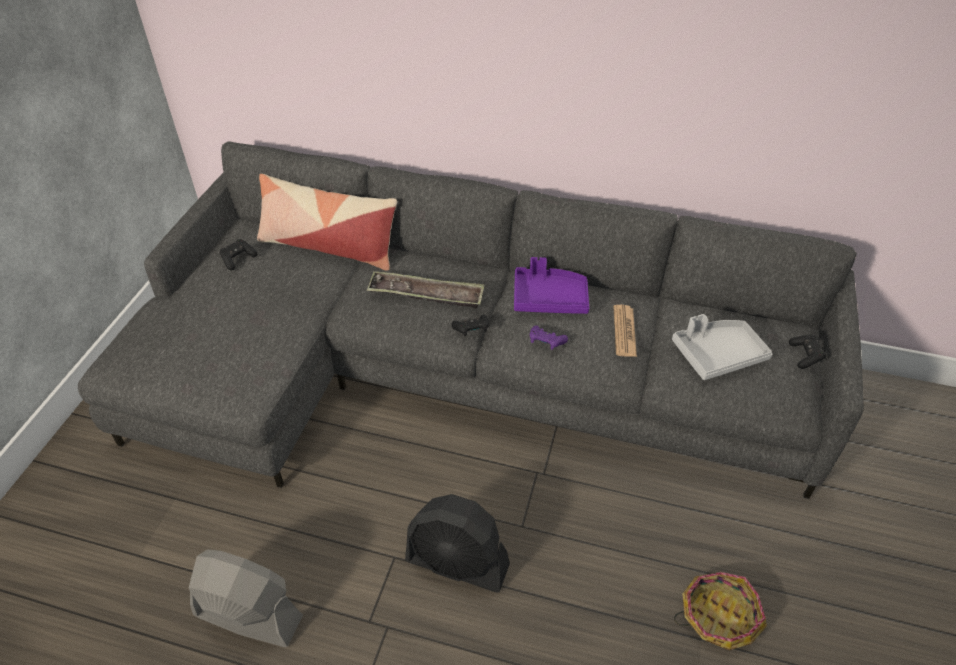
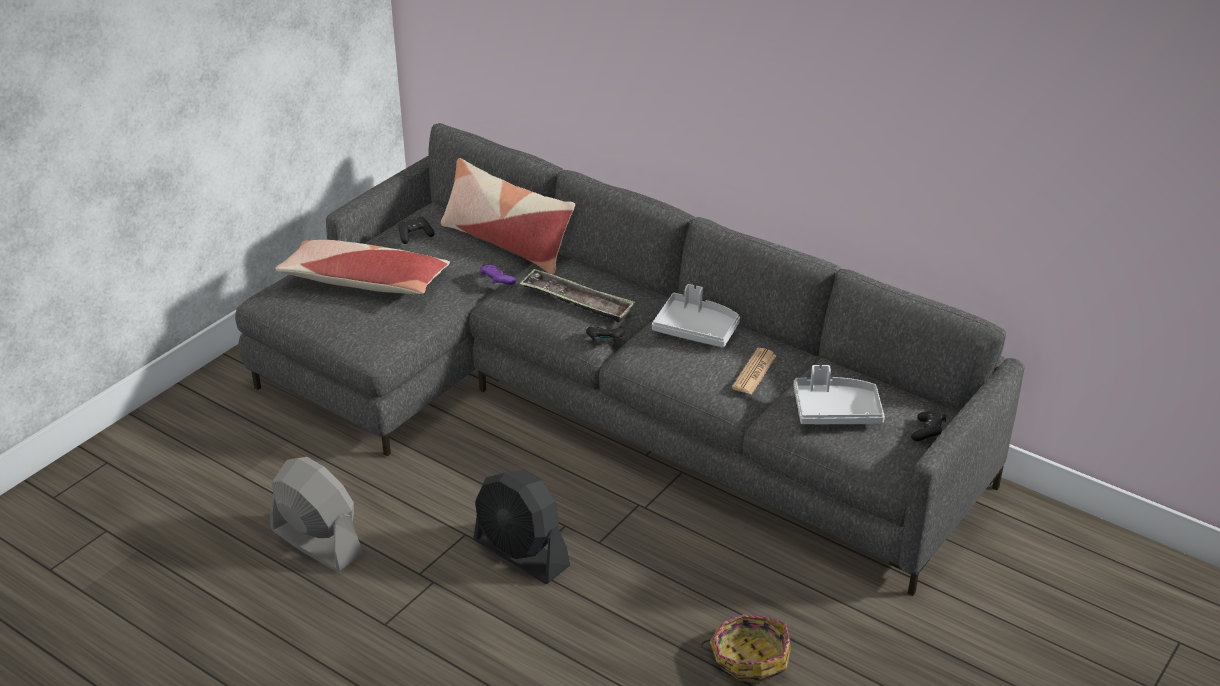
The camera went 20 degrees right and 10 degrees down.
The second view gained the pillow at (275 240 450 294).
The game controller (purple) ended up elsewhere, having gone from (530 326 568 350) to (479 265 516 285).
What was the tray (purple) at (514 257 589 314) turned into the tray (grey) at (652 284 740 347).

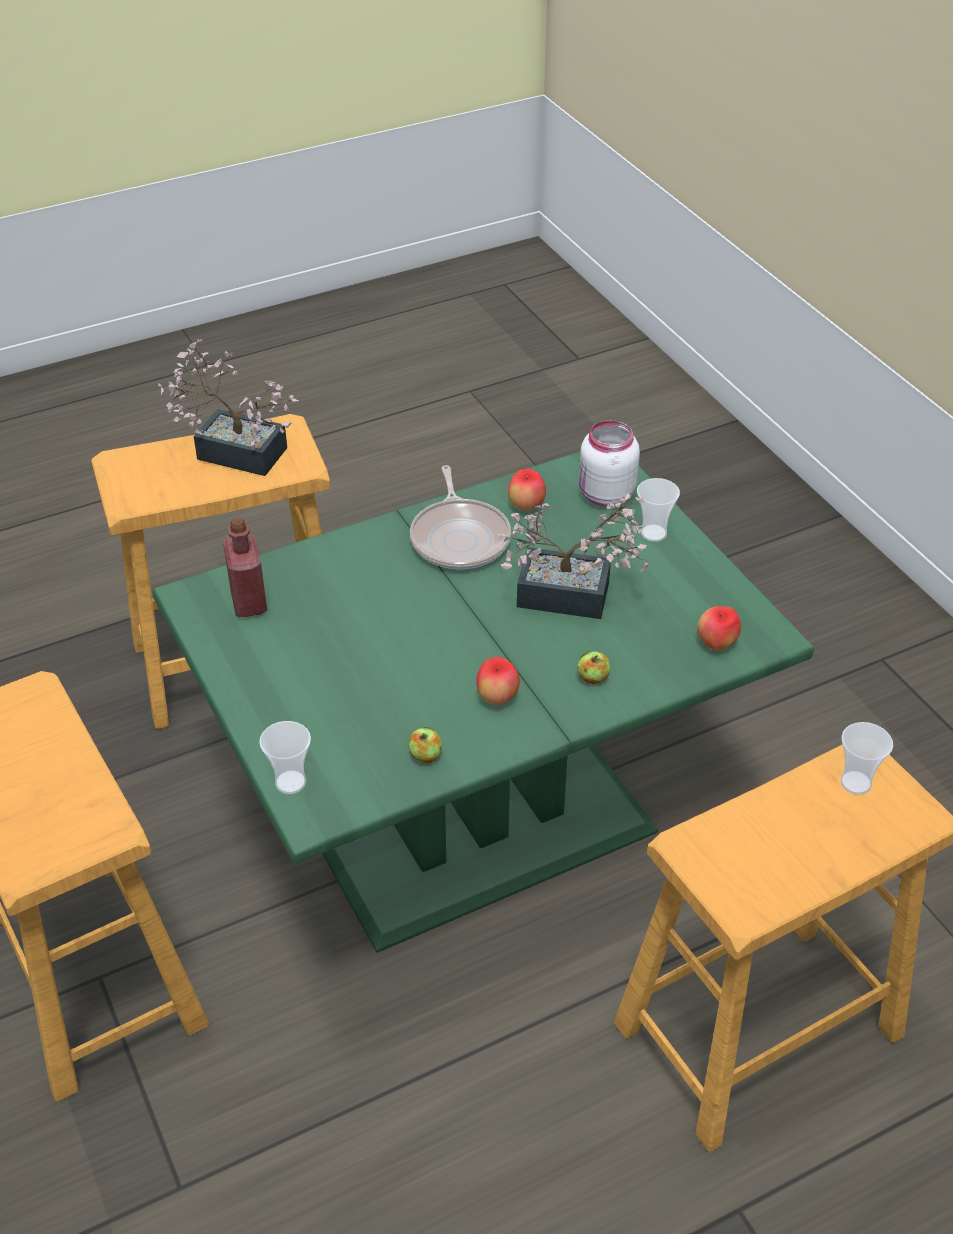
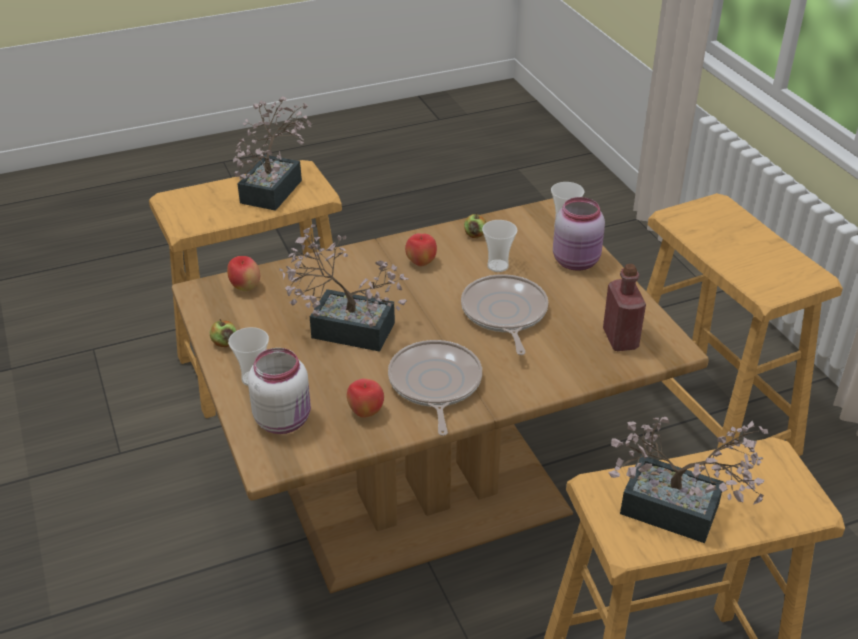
The camera went 175 degrees left and 5 degrees down.
What was the dining table (green) at (153 451 814 953) turned into the dining table (brown) at (172 198 709 594).
The apple ended up elsewhere, having gone from (577 651 610 684) to (210 319 236 347).
The second view gained the potted plant at (233 96 312 211).
The second view gained the frying pan at (461 274 548 355).
The cup ended up elsewhere, having gone from (840 722 893 795) to (482 220 517 272).
The second view gained the jar (pink) at (553 197 605 271).

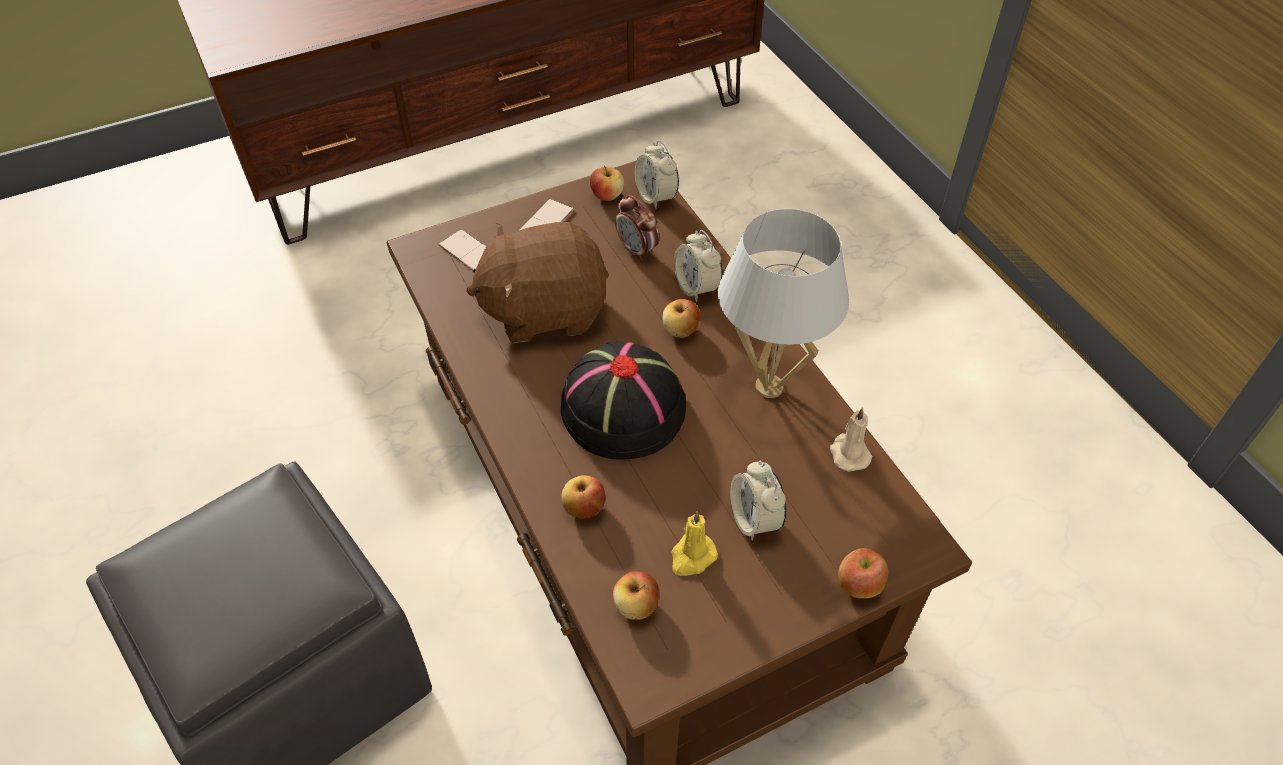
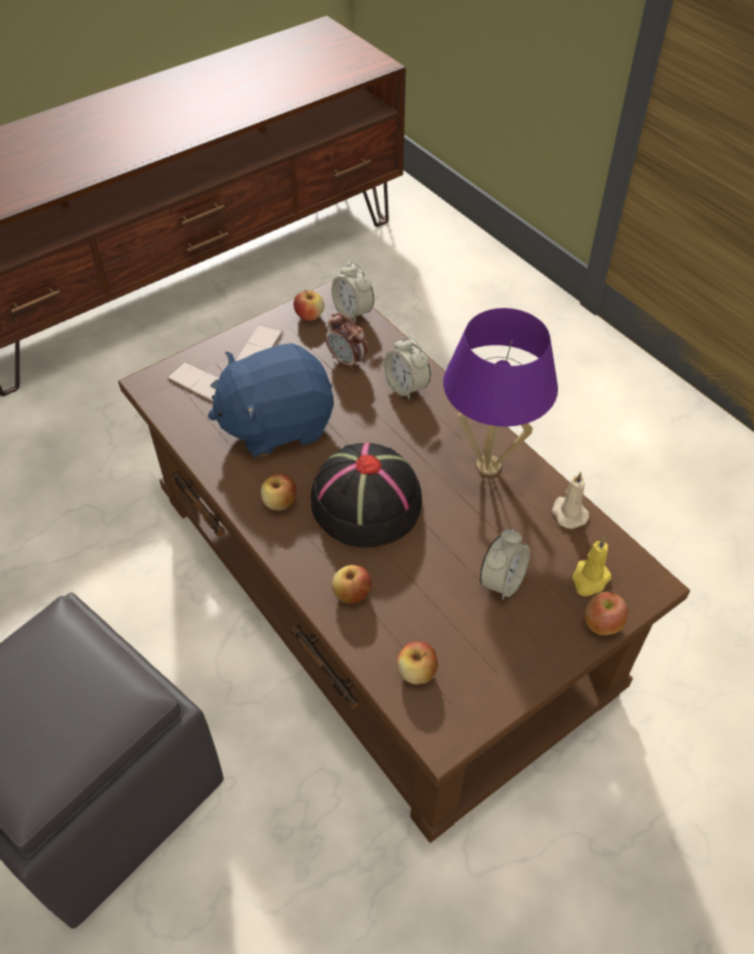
The camera went 10 degrees left and 0 degrees up.
What was the plush toy (brown) at (466 222 609 343) turned into the plush toy (blue) at (208 343 334 457).
The apple ended up elsewhere, having gone from (662 299 700 338) to (261 474 296 511).
What was the table lamp (white) at (718 209 849 398) turned into the table lamp (purple) at (443 308 558 475).
The alarm clock at (730 461 786 541) ended up facing another way, 120 degrees counterclockwise from before.
The candle (yellow) ended up elsewhere, having gone from (671 511 718 576) to (572 537 611 596).

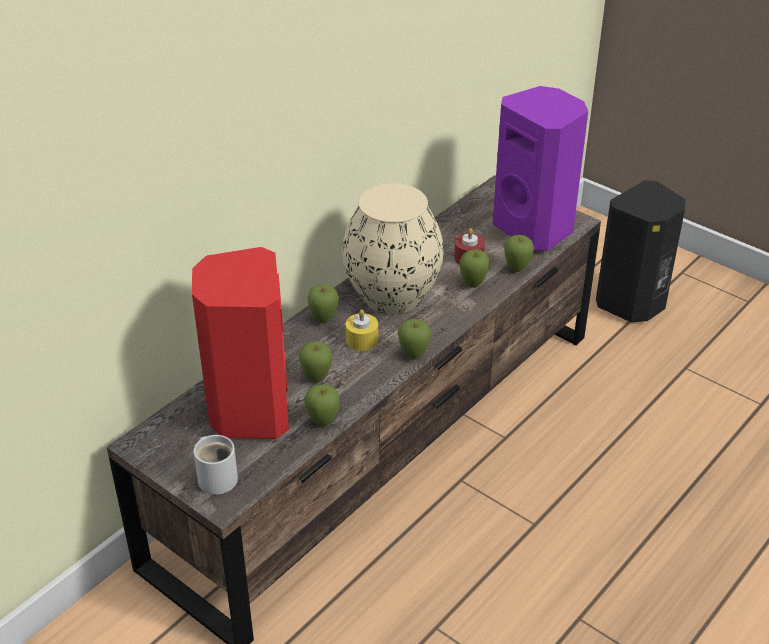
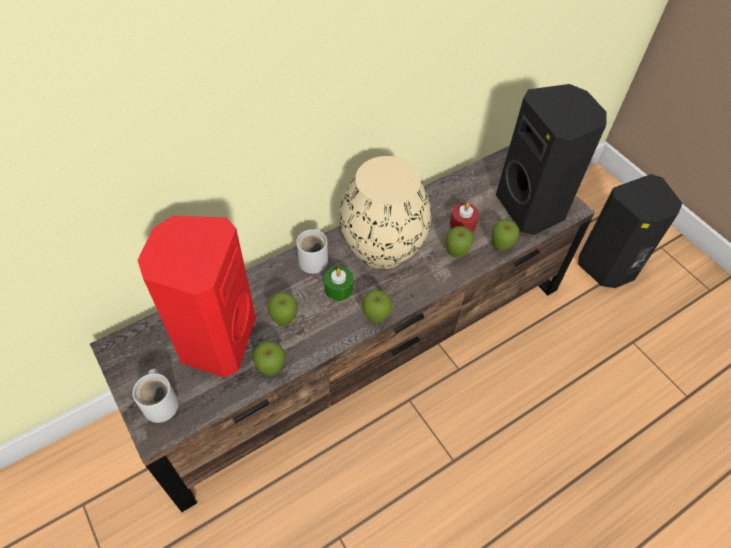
The camera went 15 degrees right and 15 degrees up.
Where the apple stood at (307 284 339 323), the mug (white) came to stand at (296 228 328 274).
What was the candle (yellow) at (346 309 378 351) turned into the candle (green) at (324 266 353 301).
What was the speaker (purple) at (492 86 588 251) turned into the speaker (black) at (496 84 606 235).

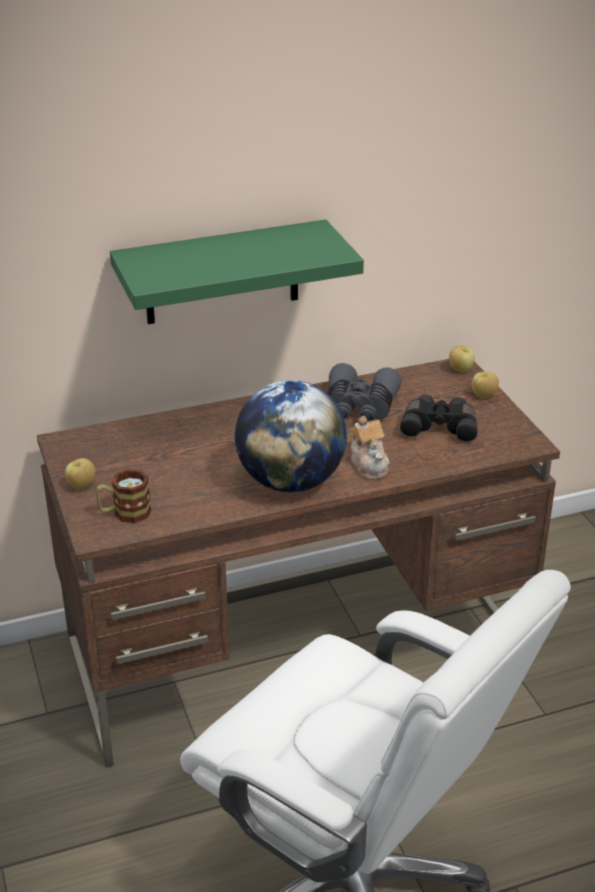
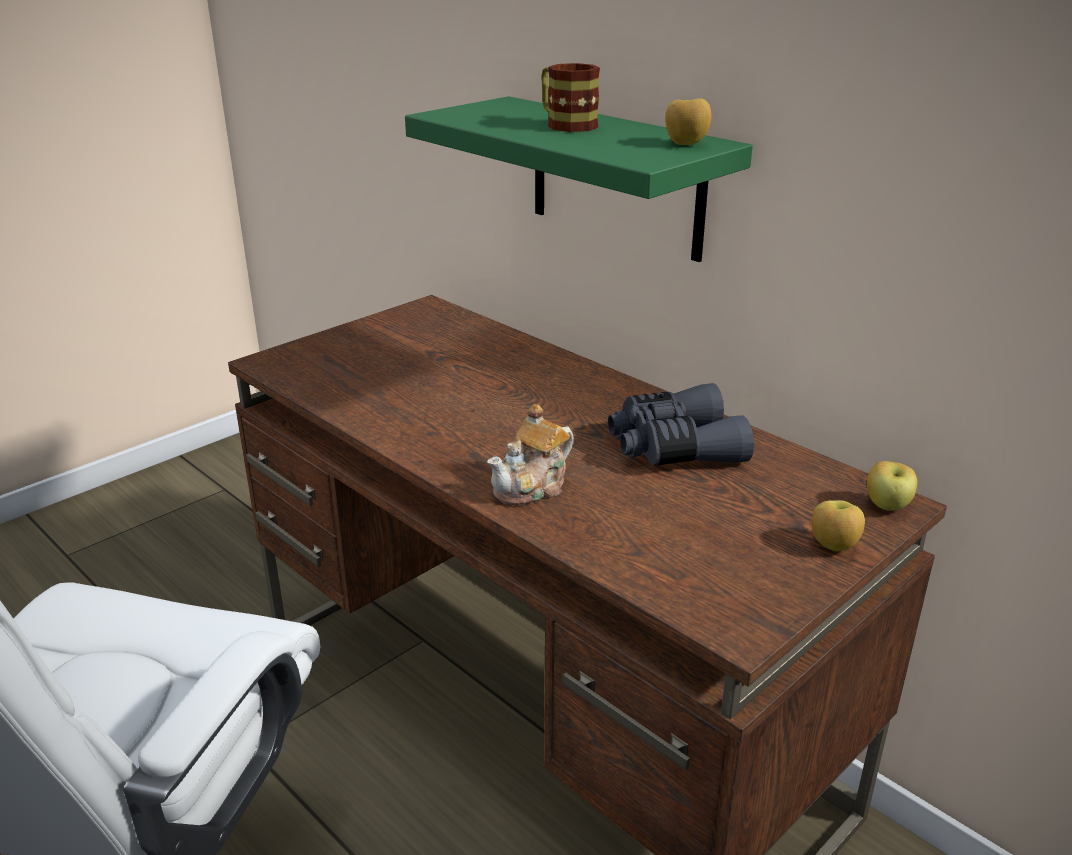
The camera went 65 degrees right and 5 degrees down.
The mug ended up elsewhere, having gone from (95 469 151 523) to (541 63 600 132).
The apple ended up elsewhere, having gone from (65 458 95 490) to (665 98 711 145).
The second view lost the globe at (235 380 347 492).
The second view lost the binoculars (black) at (400 394 478 442).

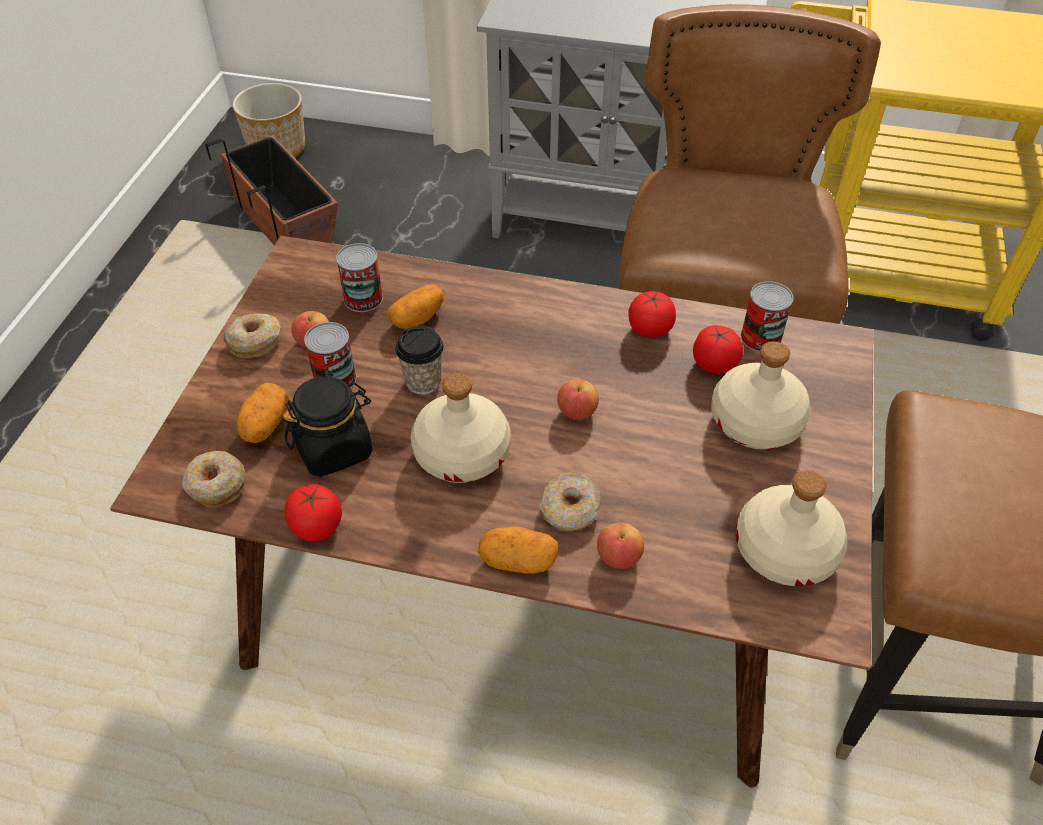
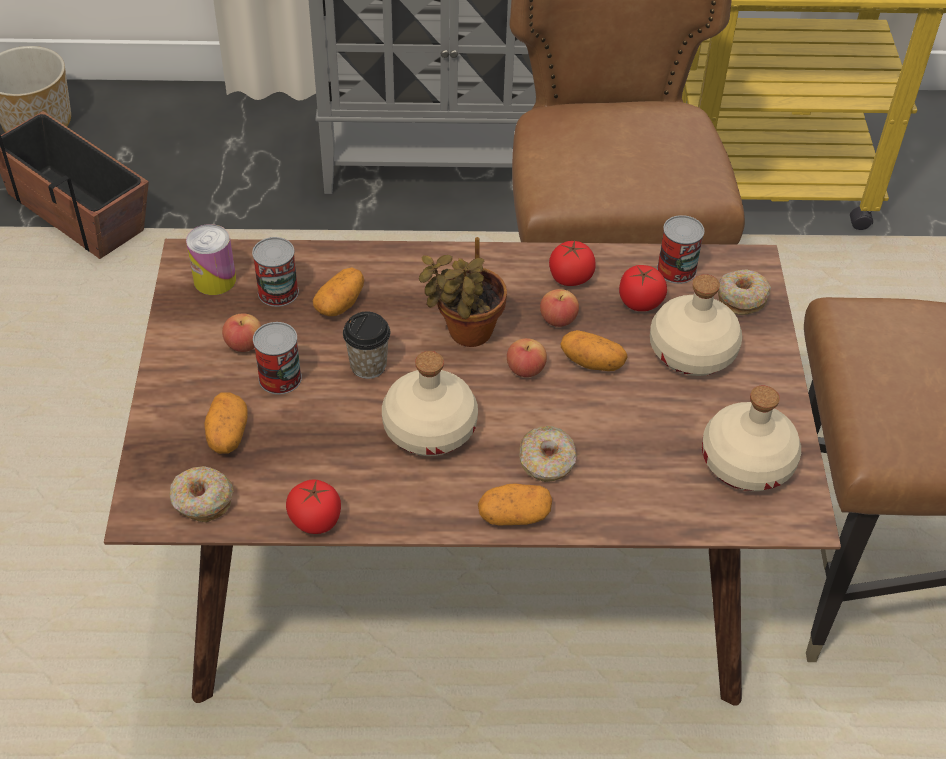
The camera went 15 degrees left and 0 degrees up.
The second view gained the can at (186 224 236 295).
The second view gained the potted plant at (419 237 507 347).
The apple ended up elsewhere, having gone from (597 523 644 569) to (540 289 579 327).
The second view gained the potato at (561 330 628 371).
The donut ended up elsewhere, having gone from (224 314 281 358) to (718 269 771 315).
The second view lost the jar (black) at (282 376 373 477).

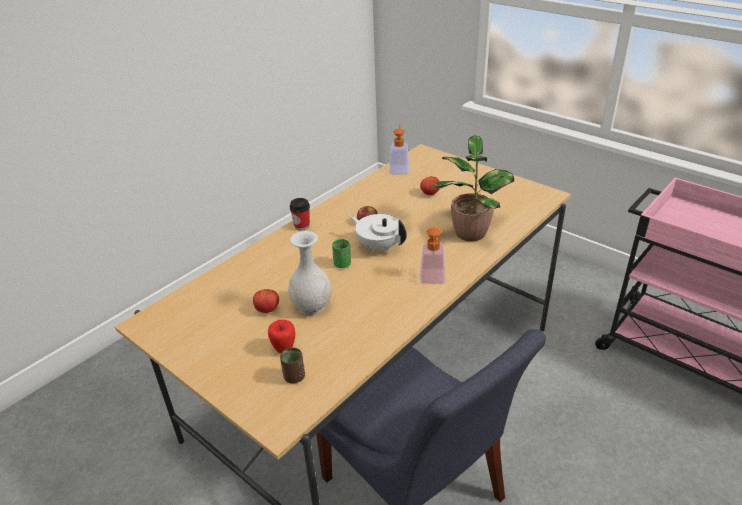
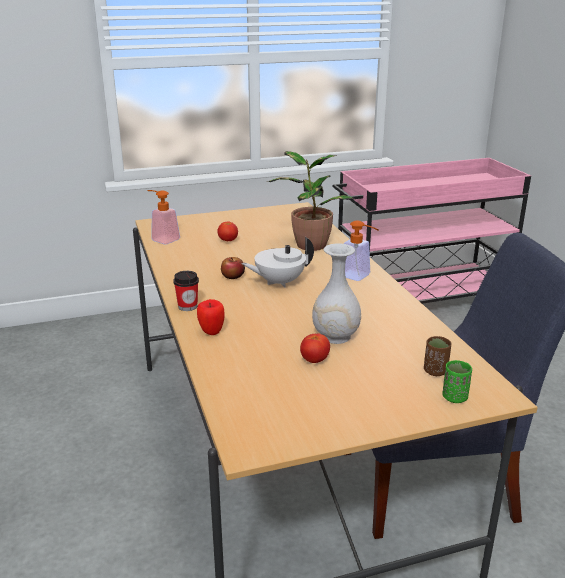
The camera went 60 degrees left and 10 degrees down.
The apple ended up elsewhere, having gone from (268 320 295 353) to (197 299 225 335).
The cup (green) ended up elsewhere, having gone from (332 239 351 268) to (443 360 472 403).

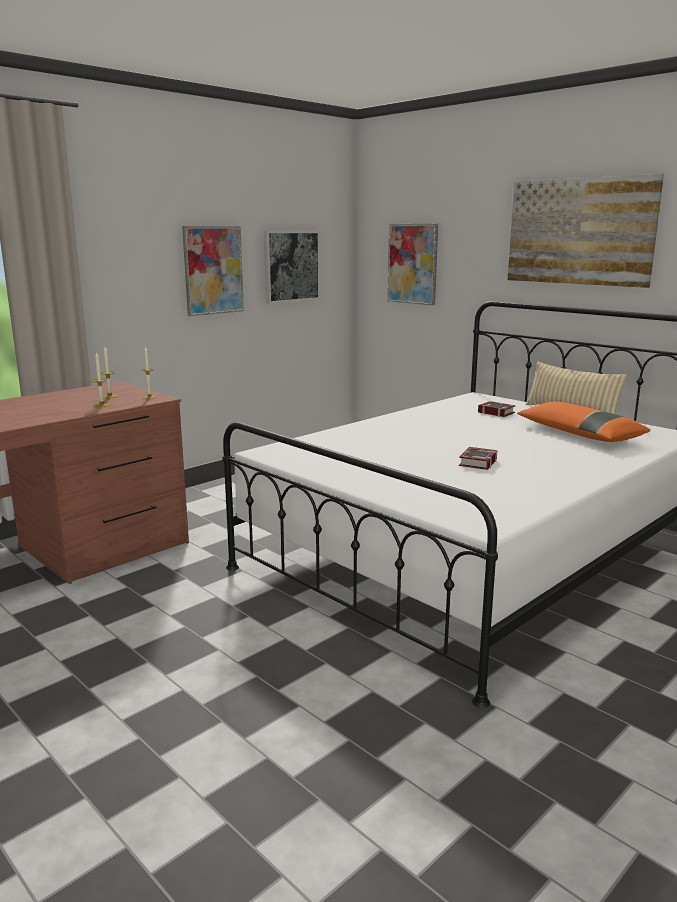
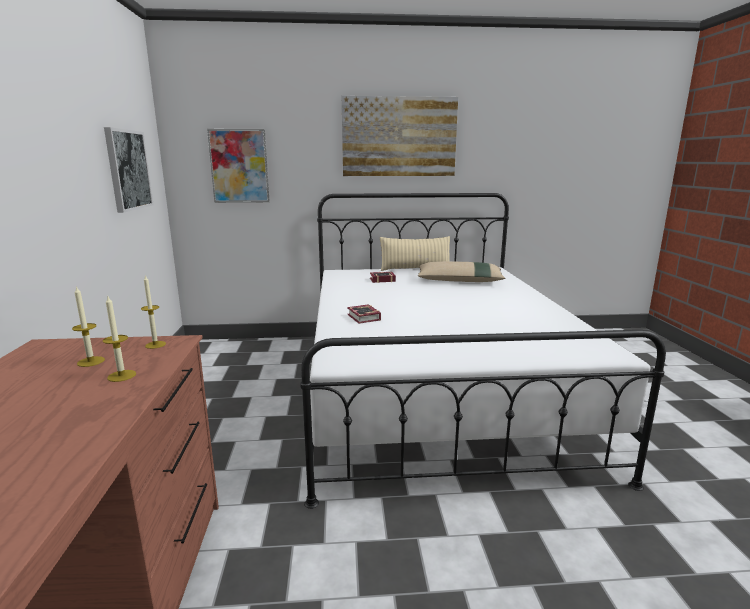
The camera went 50 degrees left and 0 degrees up.
The book ended up elsewhere, having gone from (459 447 497 470) to (347 304 381 324).
What was the pillow (orange) at (517 401 650 442) turned into the pillow (beige) at (418 261 505 282).
The second view lost the picture at (182 226 244 316).

